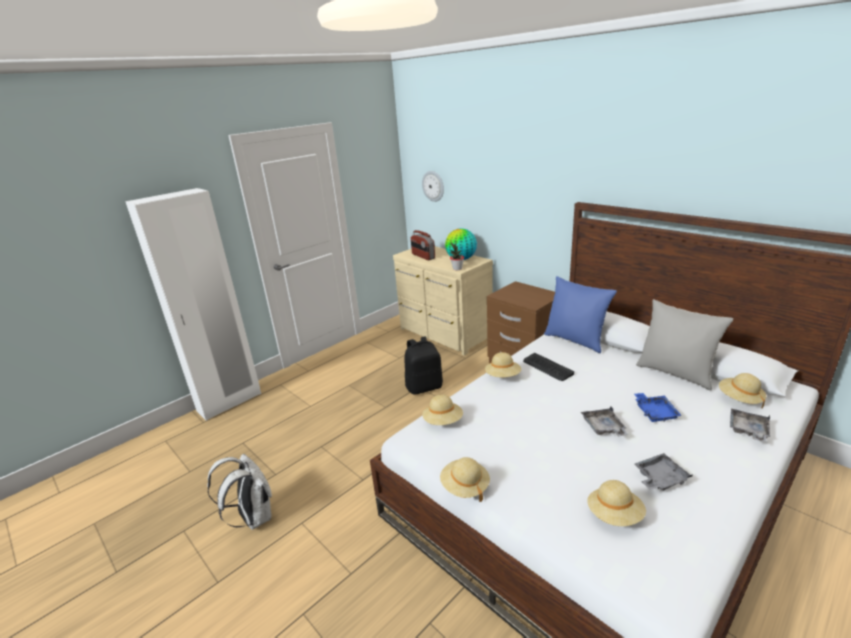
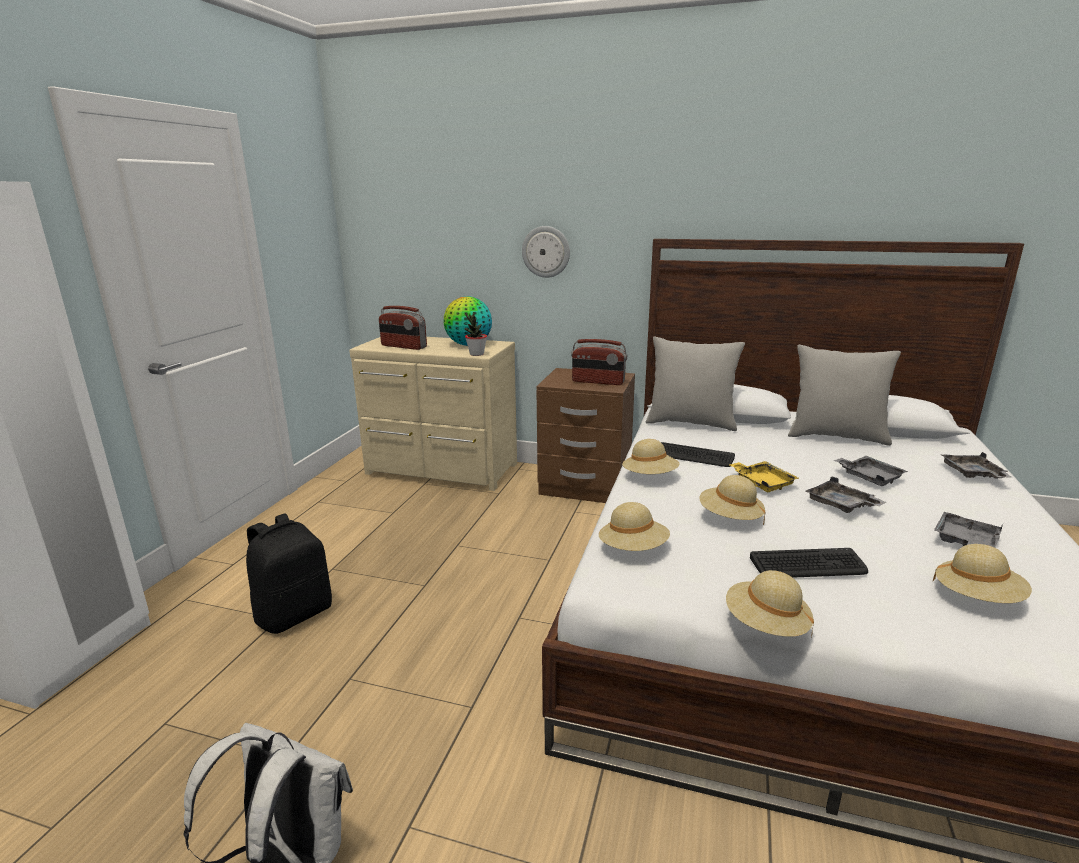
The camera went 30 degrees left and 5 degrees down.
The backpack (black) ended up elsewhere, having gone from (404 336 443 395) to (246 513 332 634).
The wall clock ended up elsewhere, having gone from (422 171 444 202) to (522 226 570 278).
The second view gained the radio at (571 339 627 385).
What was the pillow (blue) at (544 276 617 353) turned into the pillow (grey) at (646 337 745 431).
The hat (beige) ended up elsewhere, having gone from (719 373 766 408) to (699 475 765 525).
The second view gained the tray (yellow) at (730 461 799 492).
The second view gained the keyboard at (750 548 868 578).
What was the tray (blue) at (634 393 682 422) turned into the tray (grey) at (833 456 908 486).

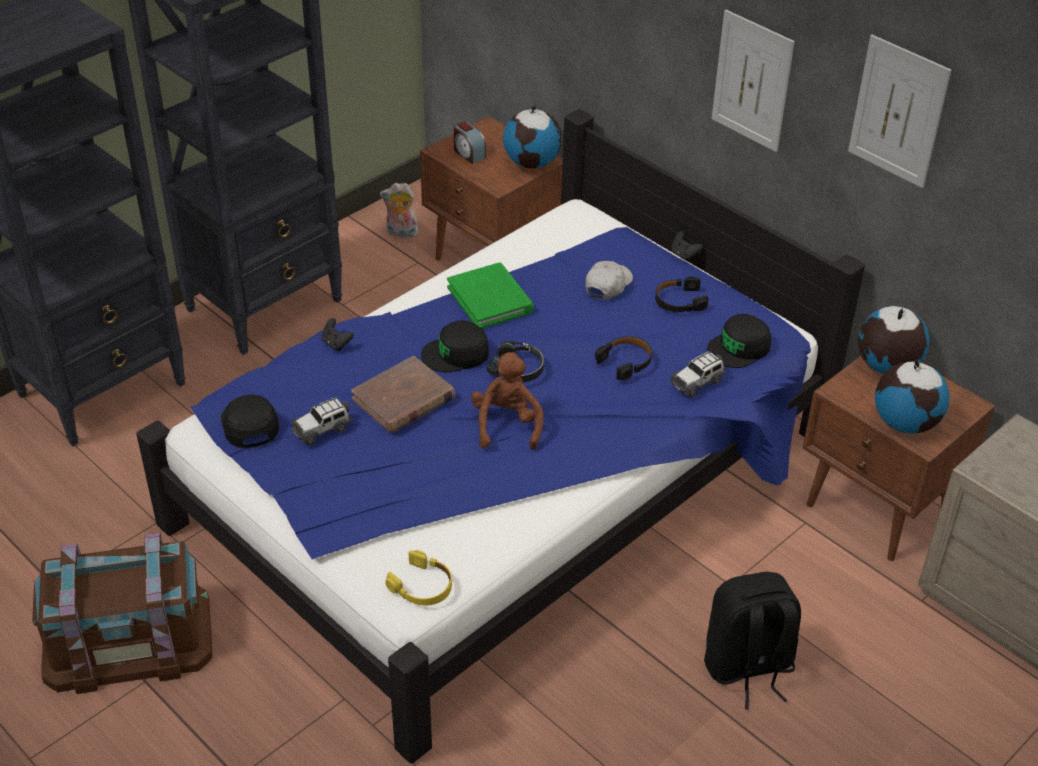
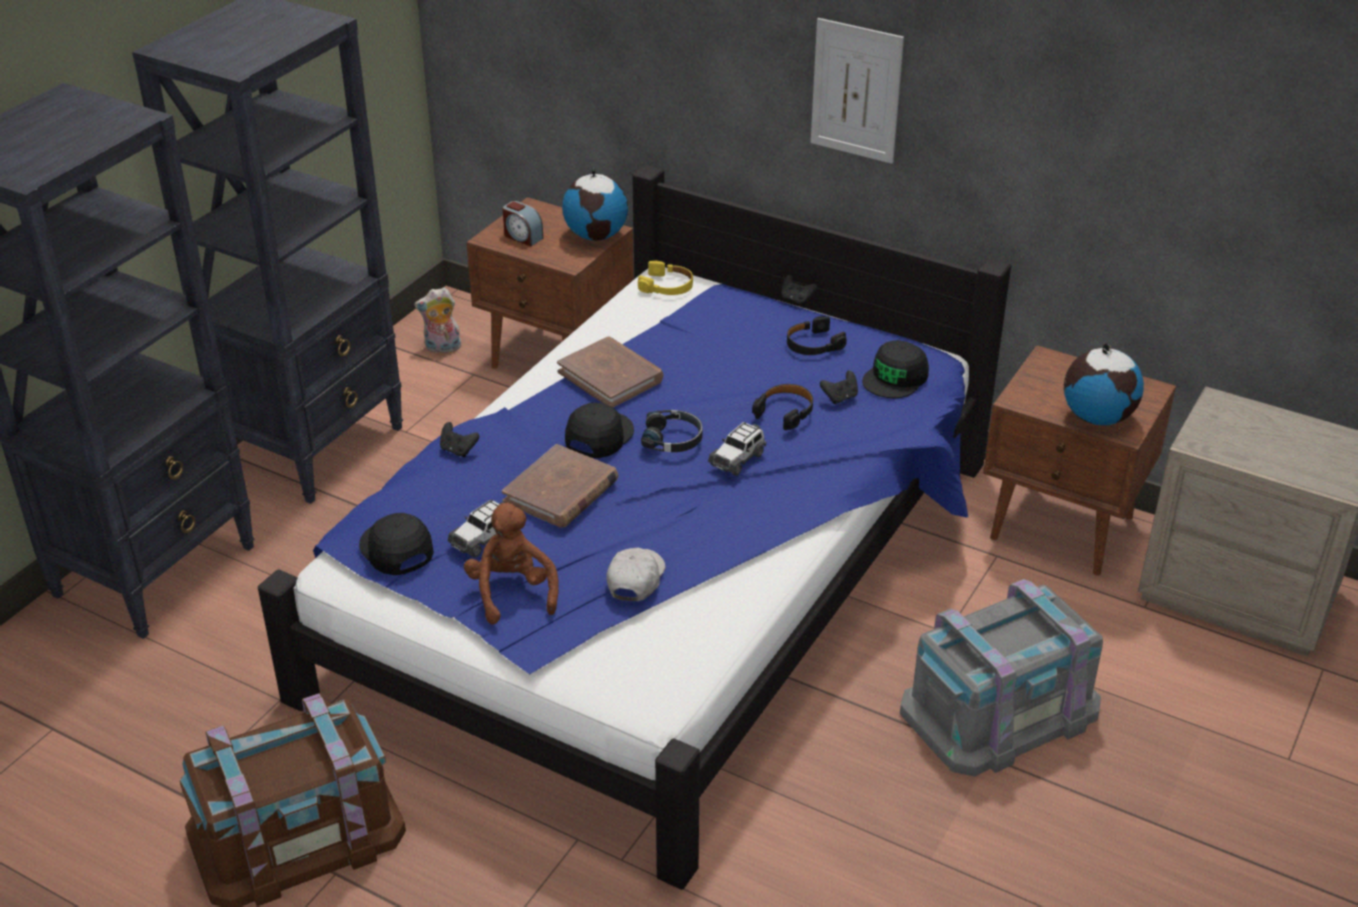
The camera went 15 degrees left and 5 degrees down.
The plush toy (brown) ended up elsewhere, having gone from (471 352 543 450) to (464 503 559 625).
What was the book (green) at (447 262 534 328) turned into the book (brown) at (557 336 663 408).
The cap (black) at (421 320 489 372) ended up facing another way, 150 degrees clockwise from before.
The cap (white) ended up elsewhere, having gone from (585 261 633 300) to (606 548 665 601).
The headphones (yellow) ended up elsewhere, having gone from (385 550 452 606) to (638 261 693 295).
The toy car ended up elsewhere, having gone from (670 351 726 397) to (708 422 766 476).
The second view gained the game controller (black) at (820 371 858 404).
Where the backpack (black) stood at (704 572 801 709), the storage box (grey) came to stand at (900 579 1103 776).
The second view lost the picture at (848 35 951 188).
The second view lost the globe at (858 306 930 374).

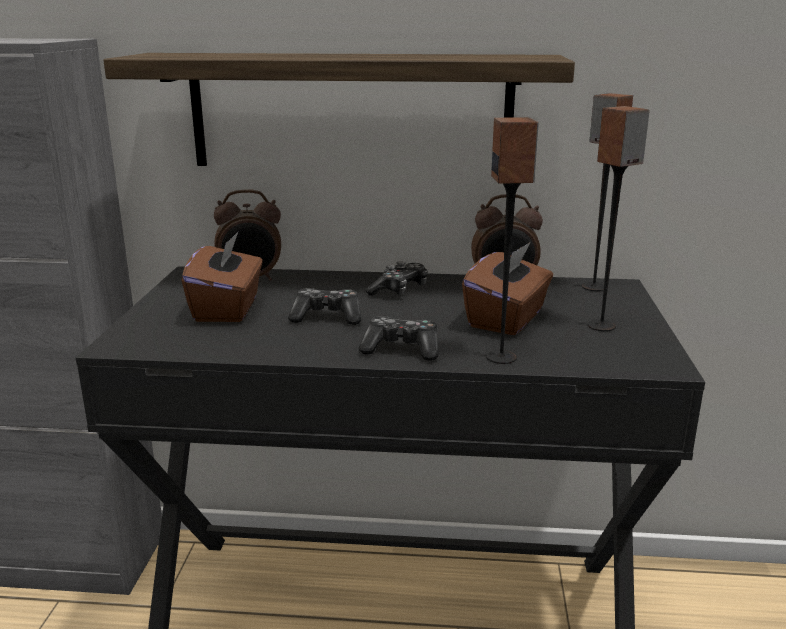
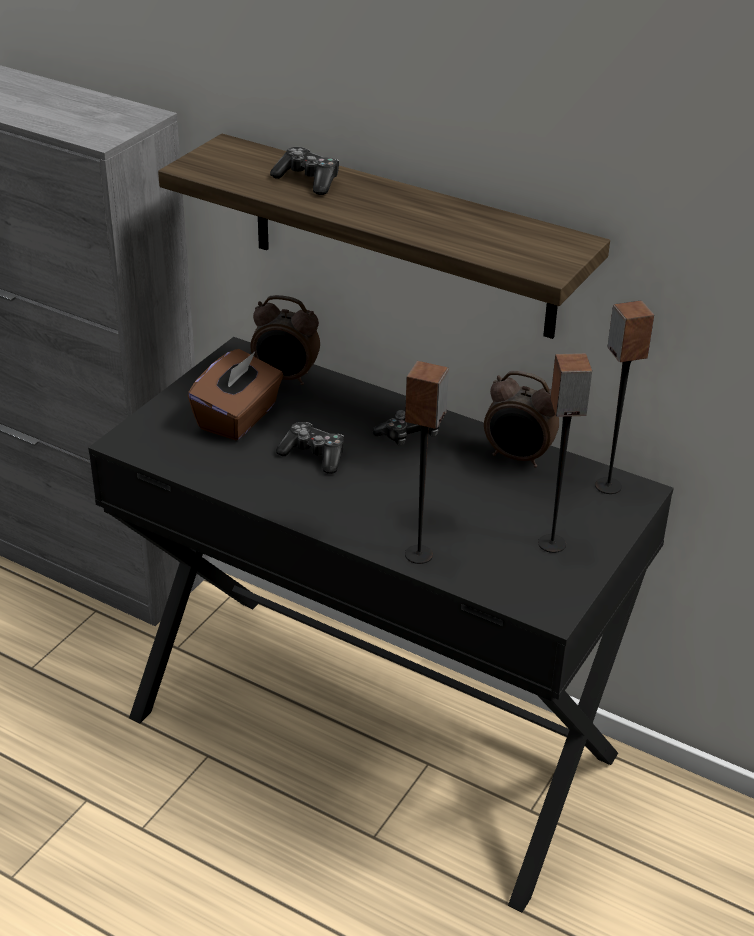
The camera went 25 degrees right and 15 degrees up.
The game controller ended up elsewhere, having gone from (359 316 439 361) to (270 147 340 195).
The second view lost the tissue box (brown) at (462 242 553 335).

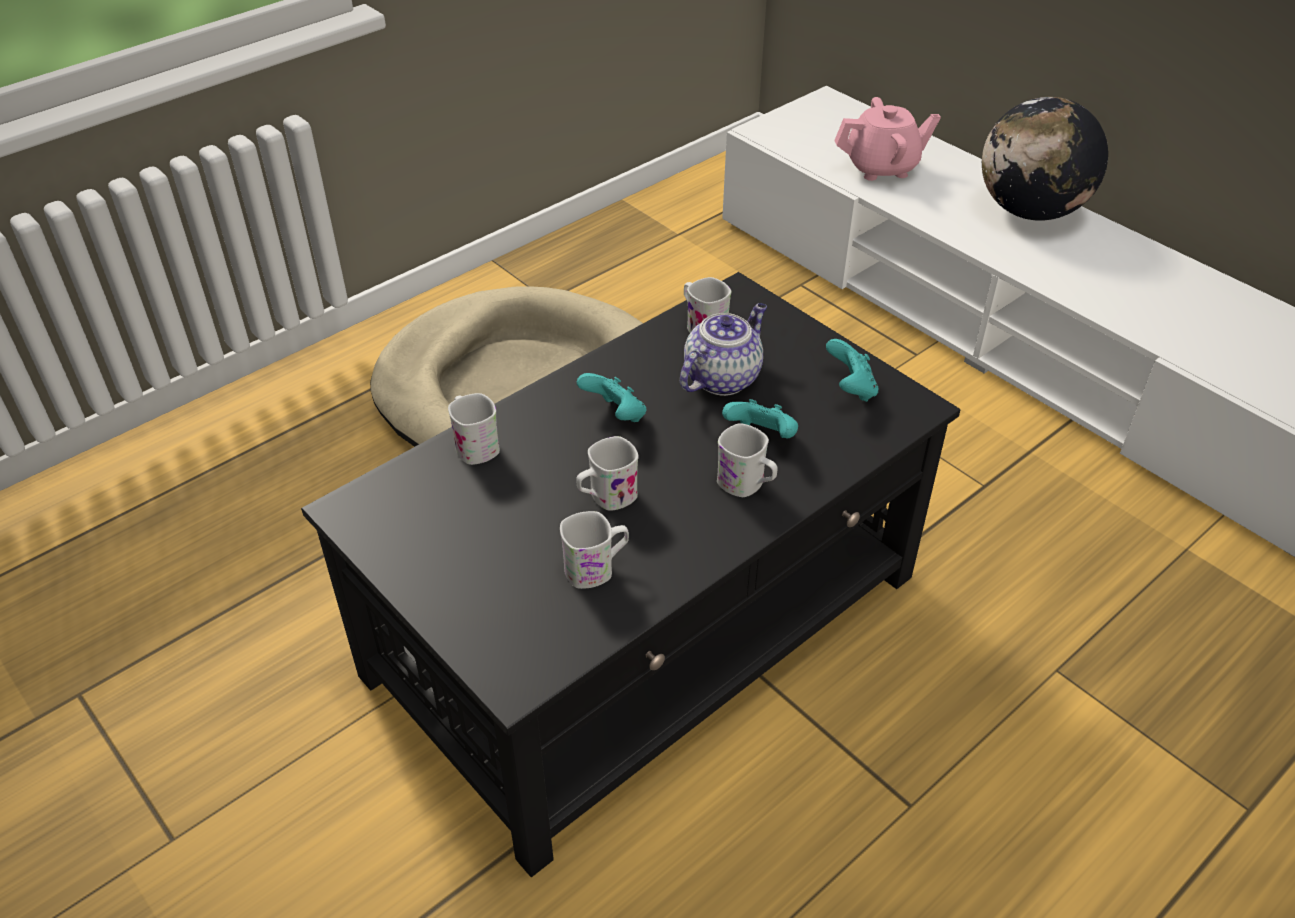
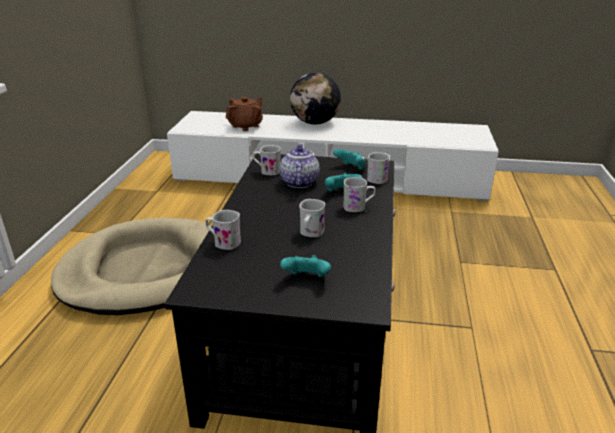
The camera went 40 degrees left and 15 degrees down.
What was the teapot (pink) at (834 97 941 181) turned into the teapot (brown) at (226 97 263 131).
The game controller (turquoise) ended up elsewhere, having gone from (577 373 646 422) to (280 255 331 277).
The mug (white) ended up elsewhere, having gone from (560 511 629 589) to (367 152 390 184).

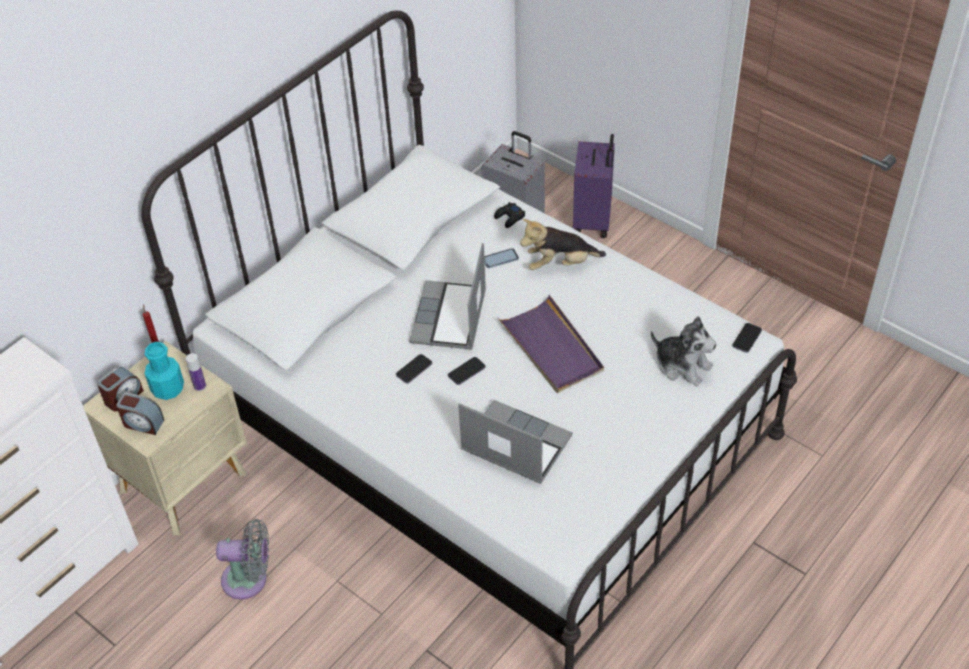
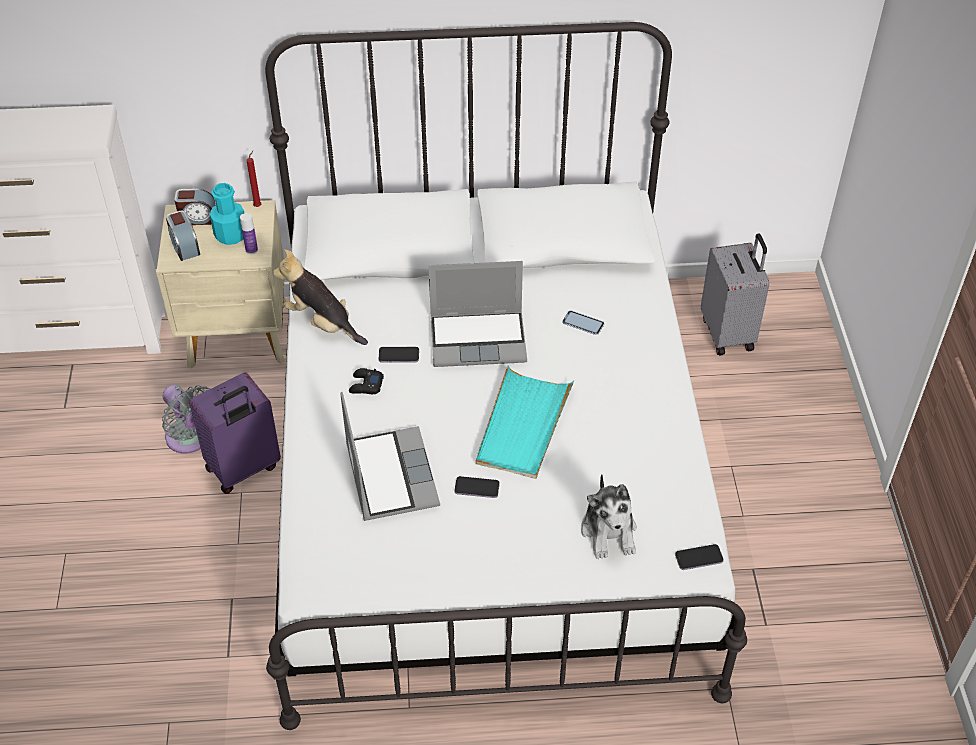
The camera went 45 degrees right and 0 degrees up.
The suitcase (purple) ended up elsewhere, having gone from (573 134 615 238) to (189 372 281 494).
The plush toy ended up elsewhere, having gone from (520 219 606 270) to (273 249 368 345).
The game controller (black) ended up elsewhere, having gone from (494 202 525 228) to (349 368 384 394).
The laptop at (409 243 486 350) ended up facing another way, 150 degrees counterclockwise from before.
The phone ended up elsewhere, having gone from (448 357 486 385) to (454 476 500 498).
What was the tray (purple) at (498 295 604 393) turned into the tray (turquoise) at (476 365 574 479).

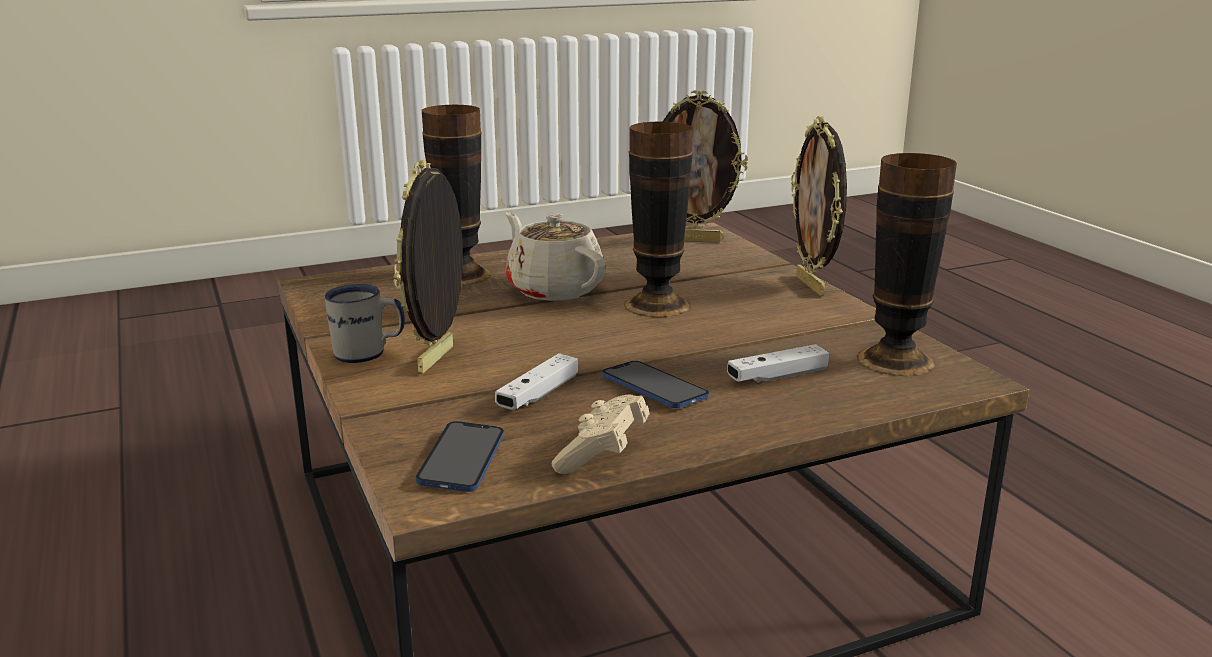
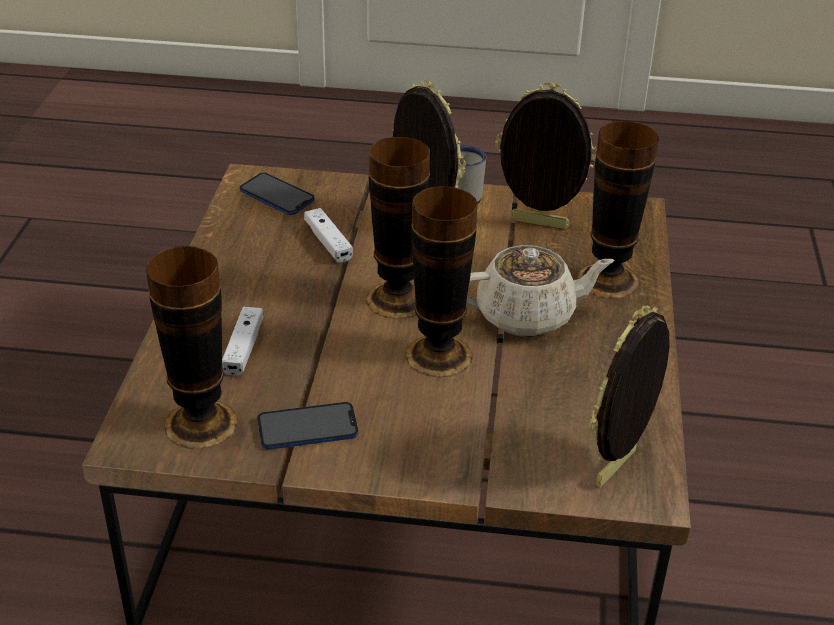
The camera went 120 degrees right and 15 degrees up.
The phone ended up elsewhere, having gone from (602 361 709 408) to (257 402 358 450).
The second view gained the vase at (366 137 430 319).
The picture frame ended up elsewhere, having gone from (791 116 847 296) to (495 82 597 229).
The second view lost the game controller (beige) at (552 395 649 474).

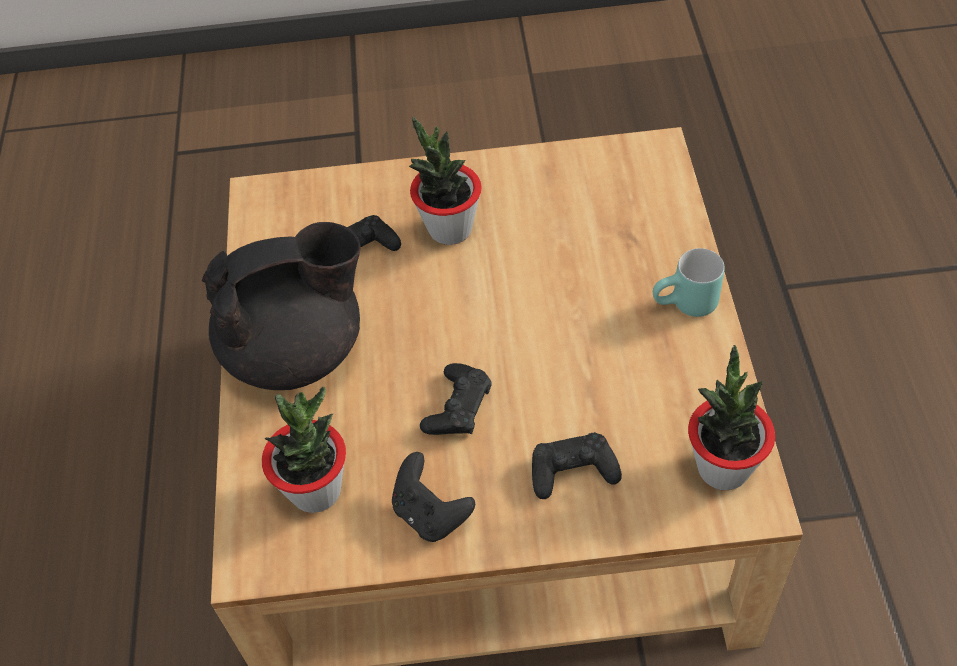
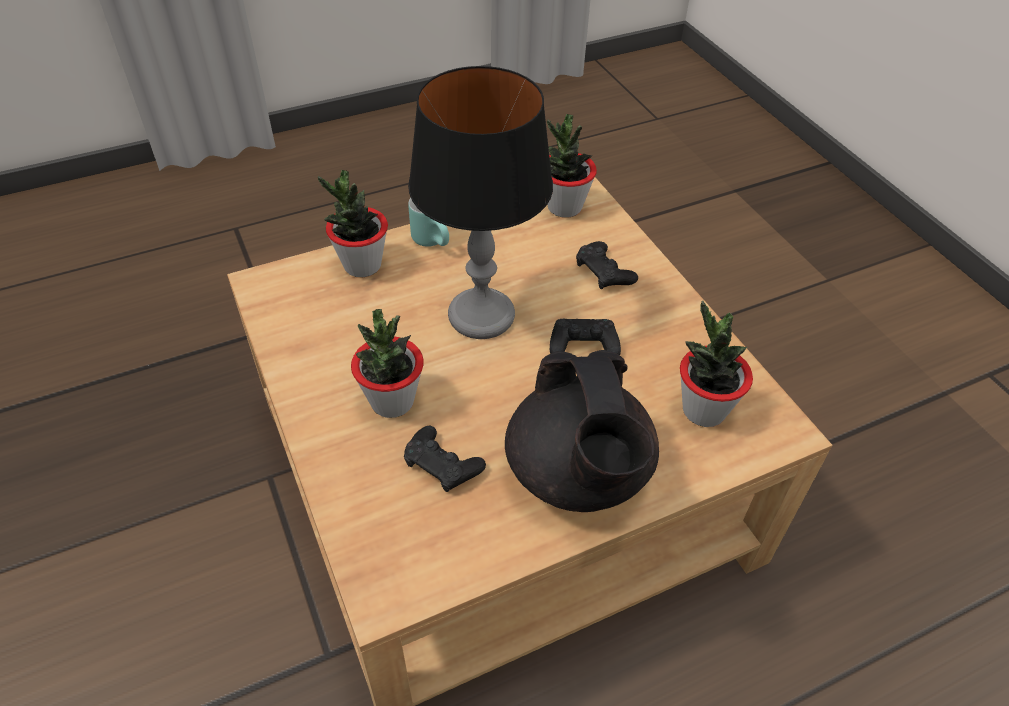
The camera went 115 degrees left and 5 degrees down.
The second view gained the potted plant at (318 170 388 277).
The second view gained the table lamp at (408 66 553 339).
The teapot (black) at (202 222 361 390) ended up facing another way, 150 degrees counterclockwise from before.
The second view lost the game controller (black) at (392 452 475 542).

